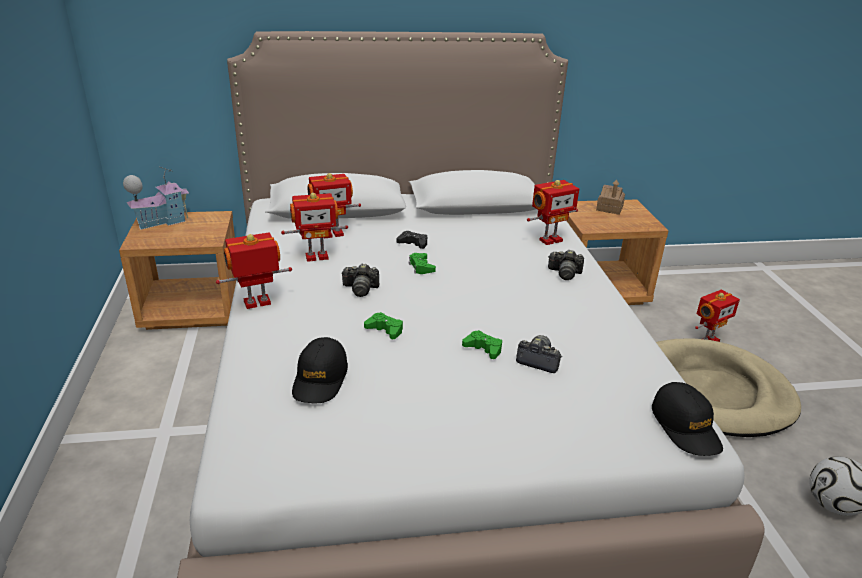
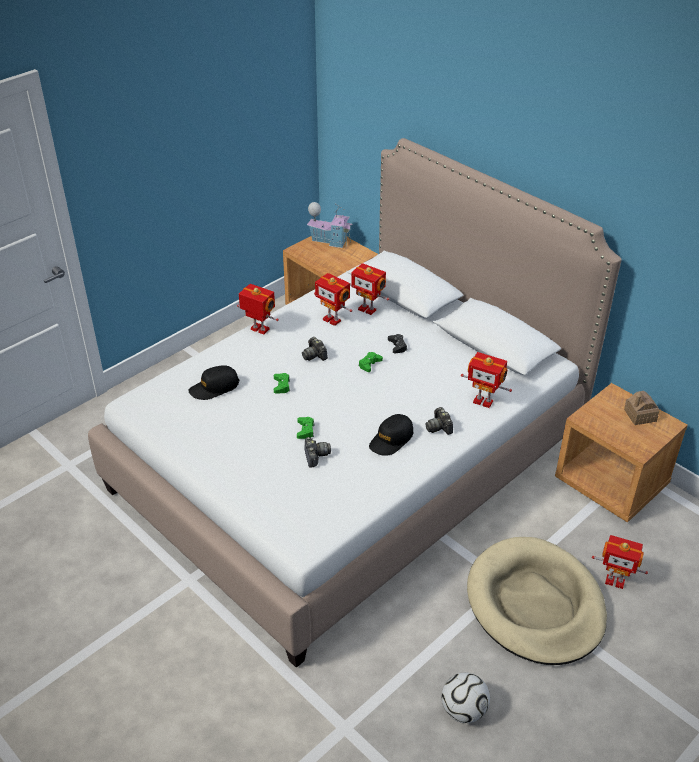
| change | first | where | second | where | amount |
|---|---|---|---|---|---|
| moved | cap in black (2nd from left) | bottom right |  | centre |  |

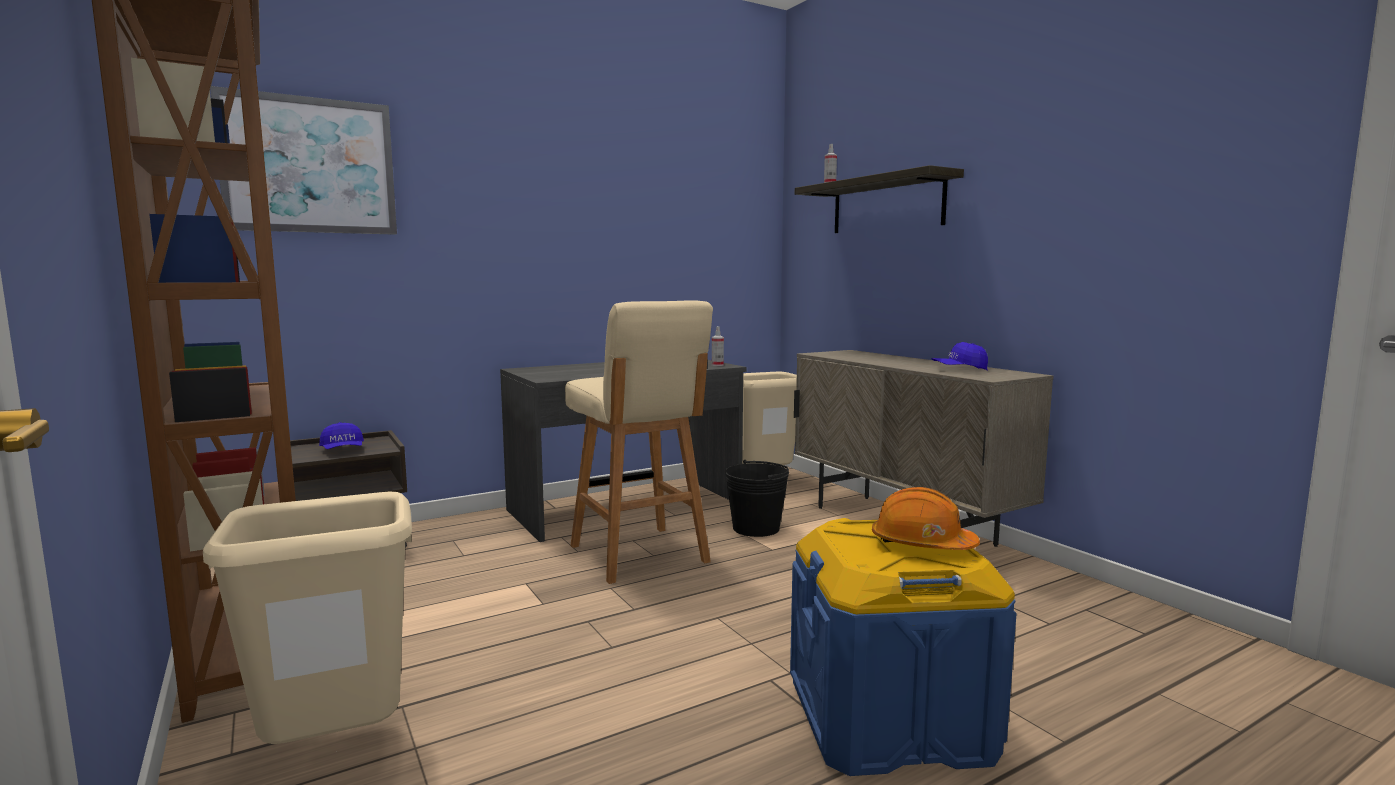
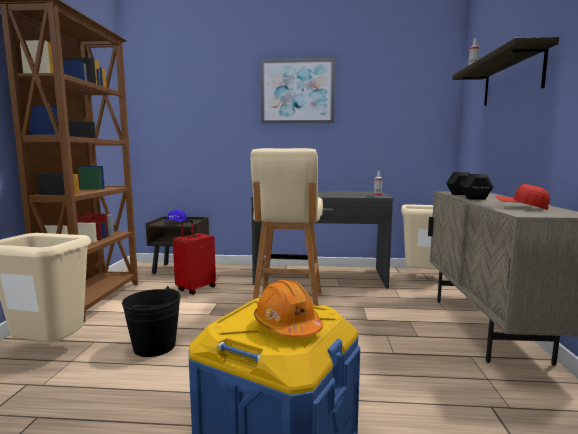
| change | first | where | second | where | amount |
|---|---|---|---|---|---|
| moved | picture | top left |  | top centre |  |
| moved | bucket in black | centre |  | bottom left |  |
| recoloured | cap in blue (2nd from left) | middle right | cap in red | middle right |  |
| added |  |  | suitcase in red | centre |  |
| added |  |  | dumbbell in black | middle right |  |

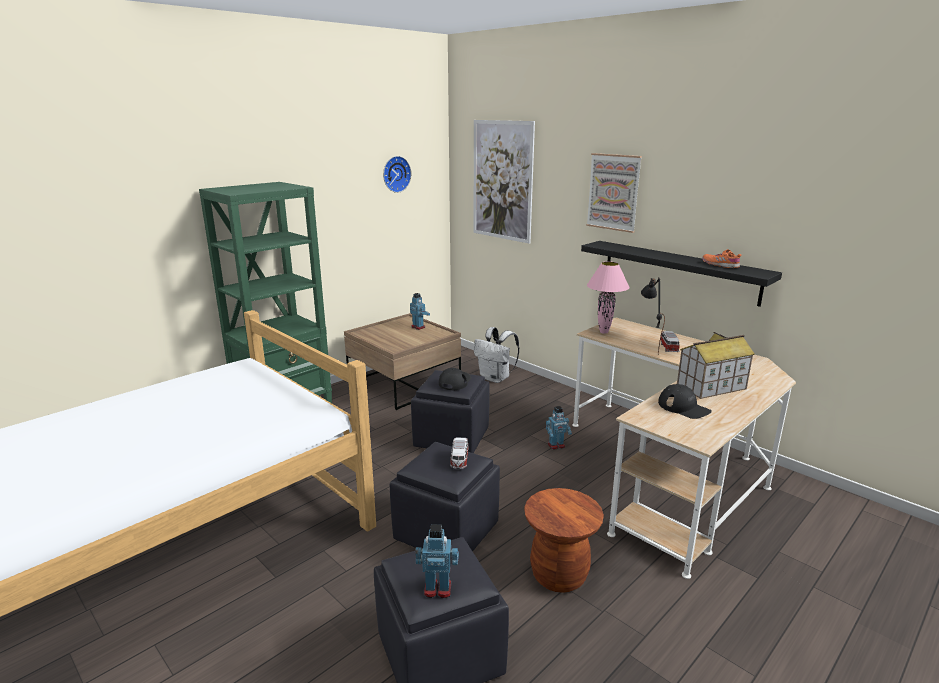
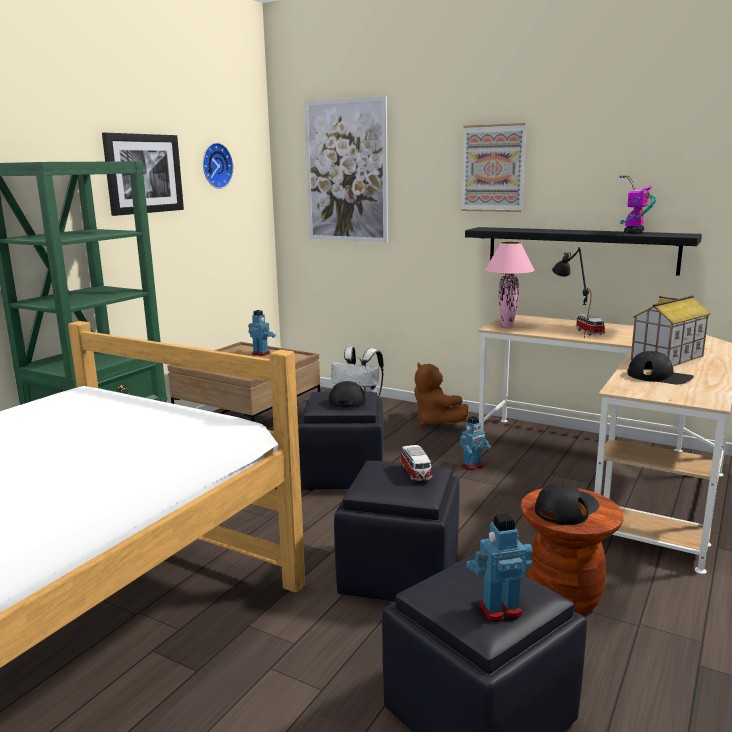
| change | first | where | second | where | amount |
|---|---|---|---|---|---|
| replaced | shoe in orange | middle right | toy robot (4th from left) | top right |  |
| added |  |  | picture (1st from left) | top left |  |
| added |  |  | plush toy in brown | centre |  |
| added |  |  | cap in black (2nd from left) | bottom right |  |

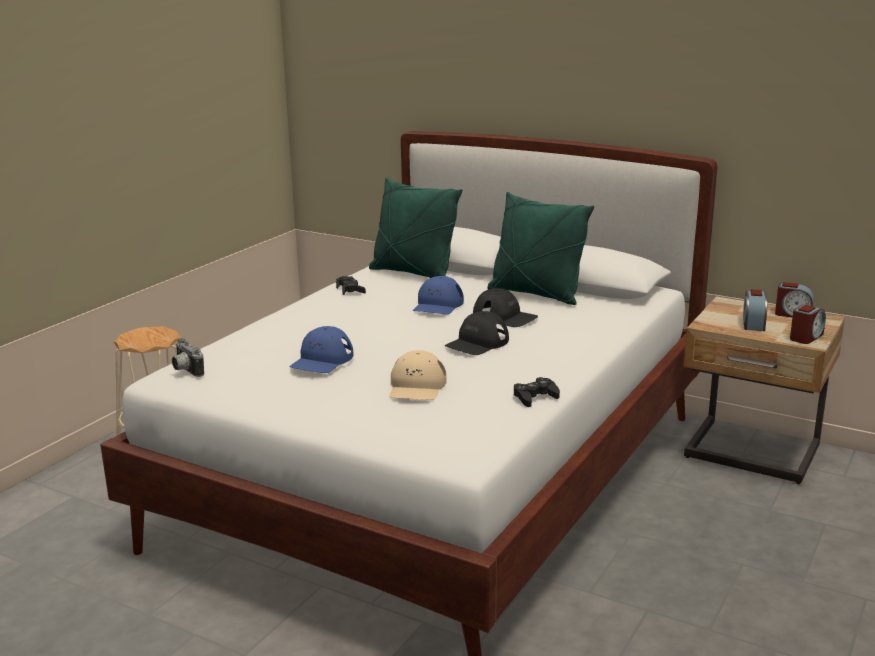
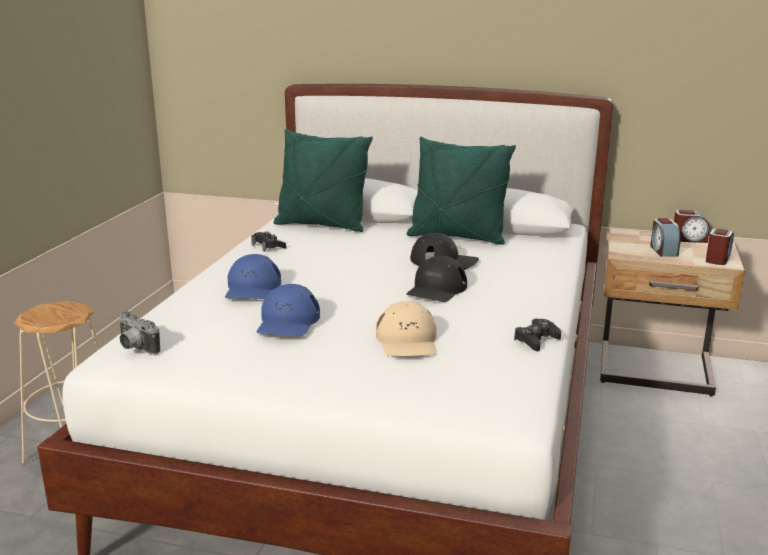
| change | first | where | second | where | amount |
|---|---|---|---|---|---|
| moved | cap in blue (2nd from left in the first image) | centre | cap in blue (1st from left) | middle left |  |

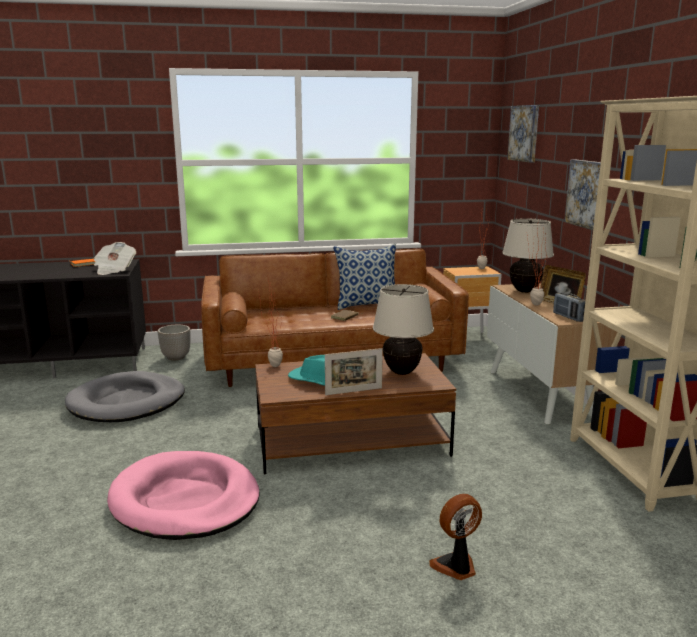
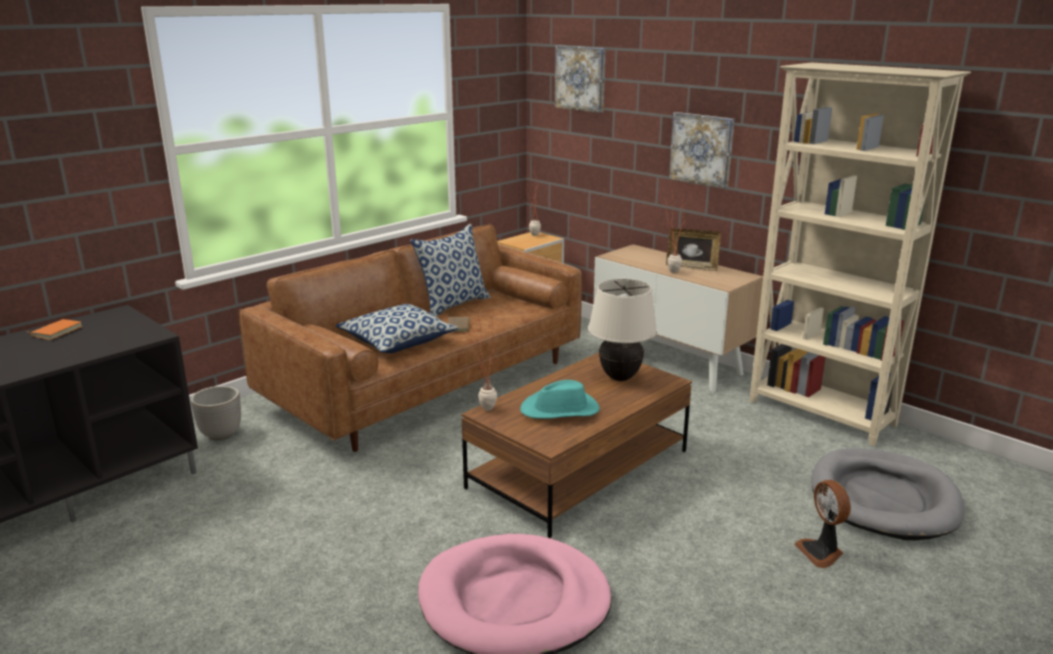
| change | first | where | second | where | amount |
|---|---|---|---|---|---|
| moved | dog bed in grey | middle left |  | bottom right |  |
| removed | newspaper | middle left |  |  |  |
| removed | picture frame (1st from left) | centre |  |  |  |
| turned | fan | bottom centre |  | bottom right | 45 degrees counterclockwise |
| removed | table lamp in beige (2nd from left) | middle right |  |  |  |
| removed | radio | middle right |  |  |  |
| added |  |  | pillow (1st from left) | centre |  |

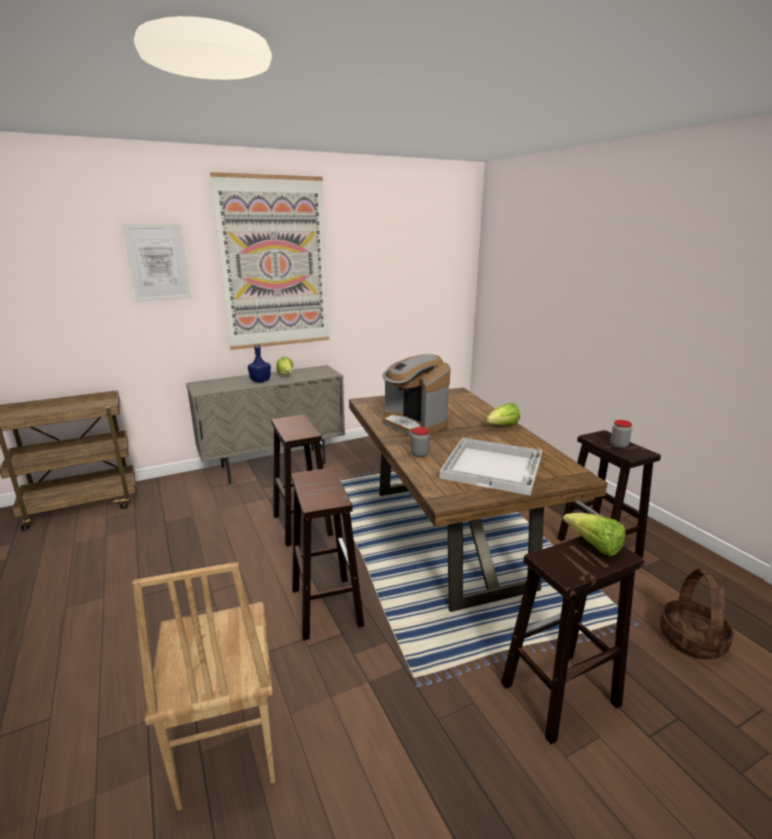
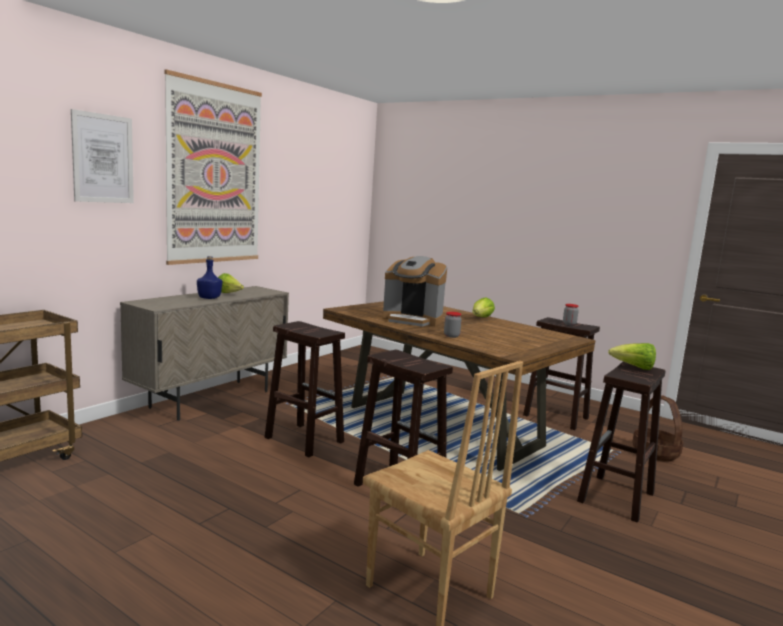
| change | first | where | second | where | amount |
|---|---|---|---|---|---|
| removed | tray in white | centre |  |  |  |

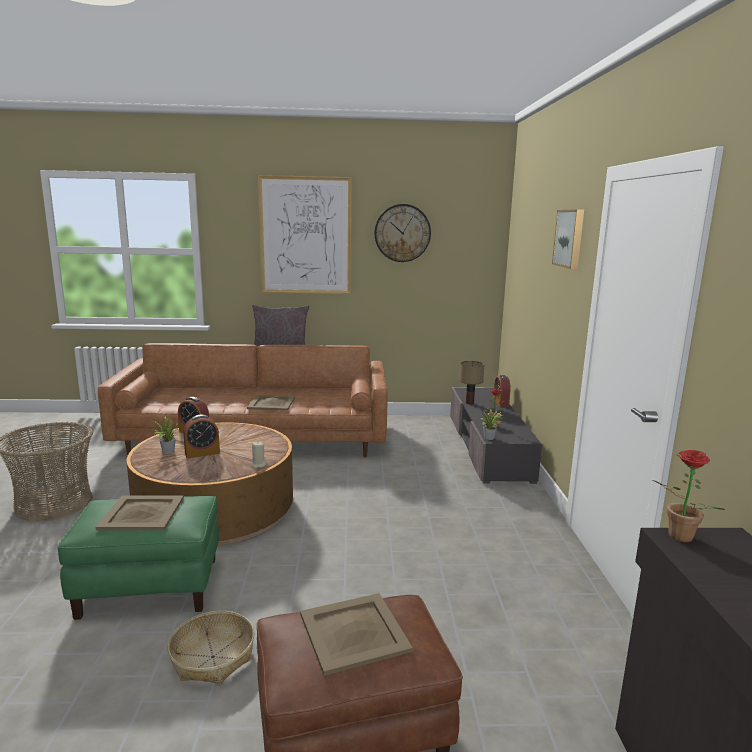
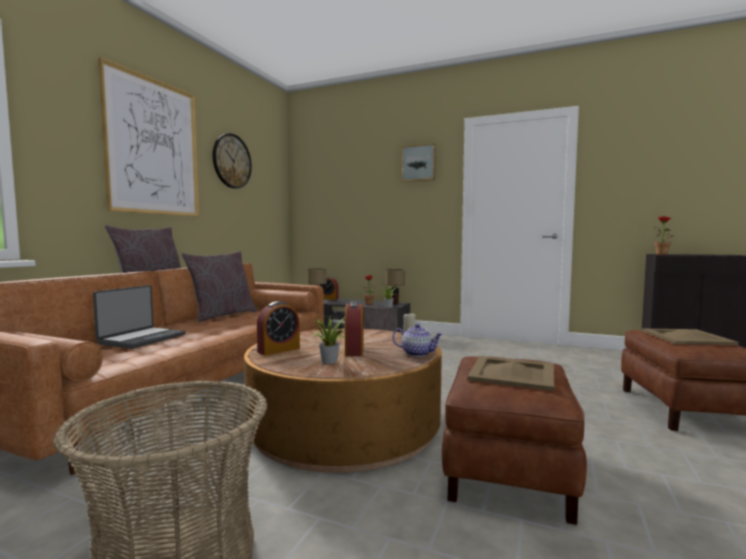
| change | first | where | second | where | amount |
|---|---|---|---|---|---|
| recoloured | ottoman in green | bottom left | ottoman in brown (1st from left) | bottom right |  |
| removed | basket (2nd from left) | bottom left |  |  |  |
| removed | tray in beige (2nd from left) | centre |  |  |  |
| added |  |  | laptop | middle left |  |
| added |  |  | pillow in grey (2nd from left) | middle left |  |
| added |  |  | table lamp (2nd from left) | centre |  |
| added |  |  | teapot | centre |  |

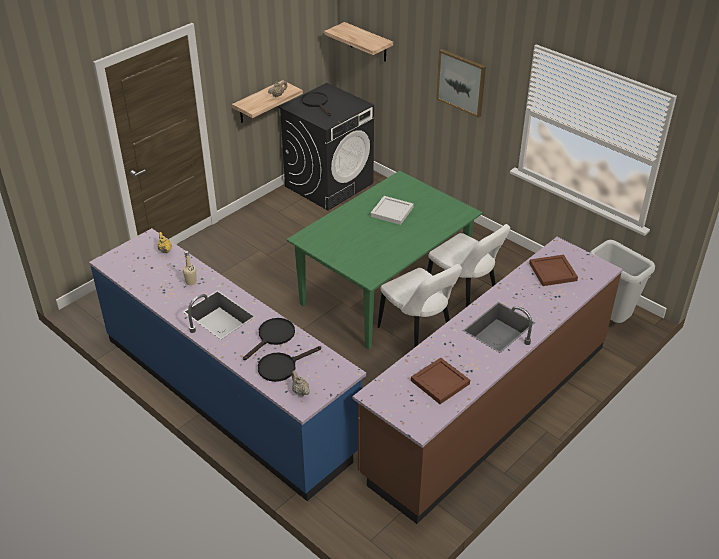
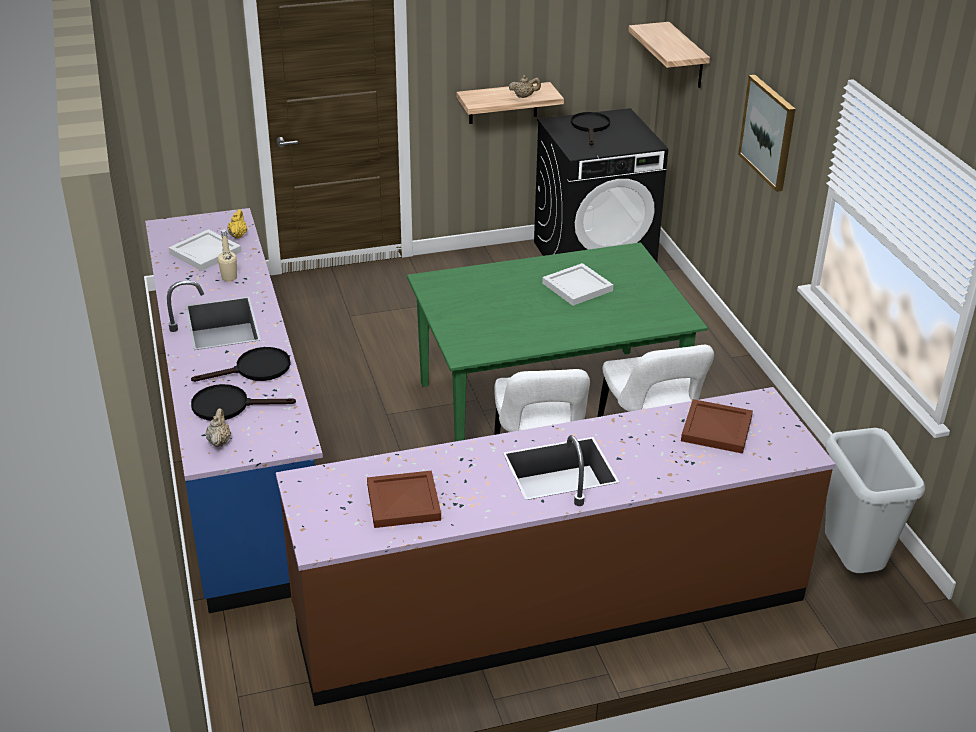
| change | first | where | second | where | amount |
|---|---|---|---|---|---|
| added |  |  | tray in white (1st from left) | middle left |  |

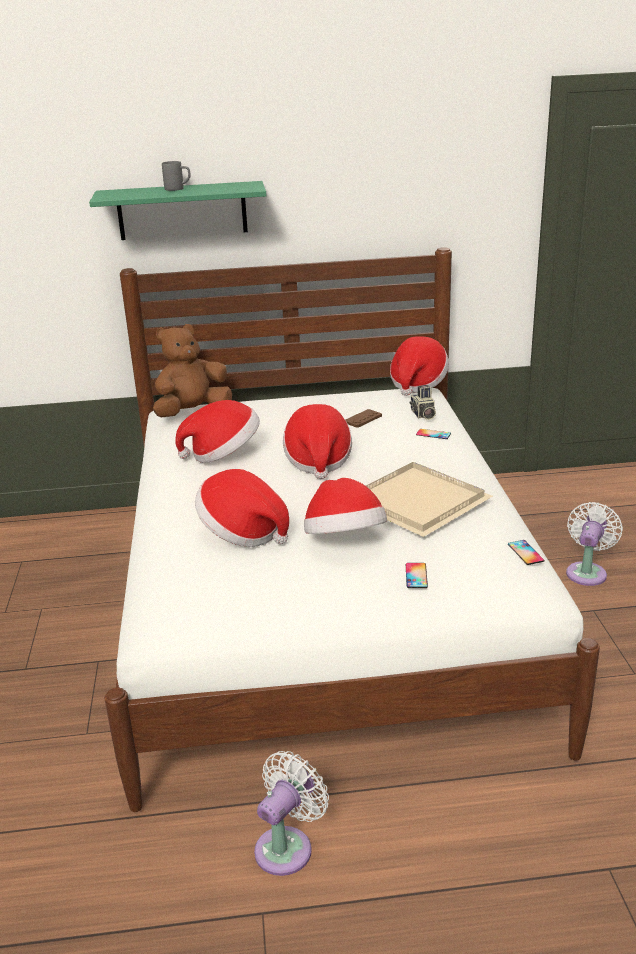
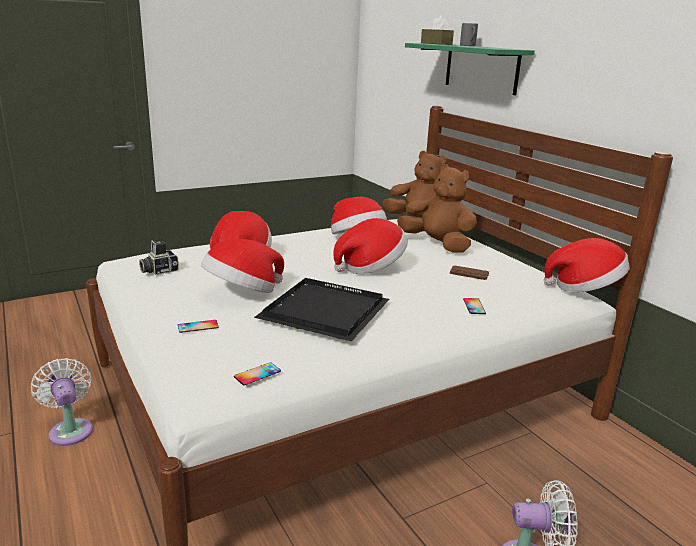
| change | first | where | second | where | amount |
|---|---|---|---|---|---|
| turned | fan in white (1st from left) | bottom centre |  | bottom left | 135 degrees counterclockwise |
| recoloured | tray in beige | middle right | tray in black | centre |  |
| moved | photo camera | centre |  | middle left |  |
| added |  |  | plush toy in brown (2nd from left) | centre |  |
| added |  |  | tissue box in brown | top centre |  |

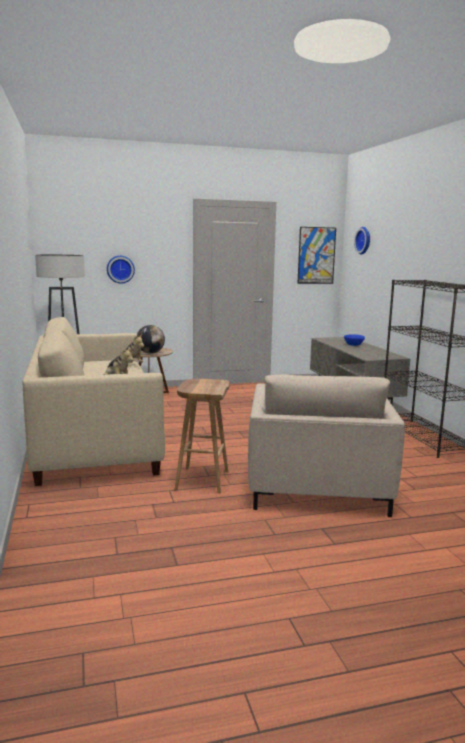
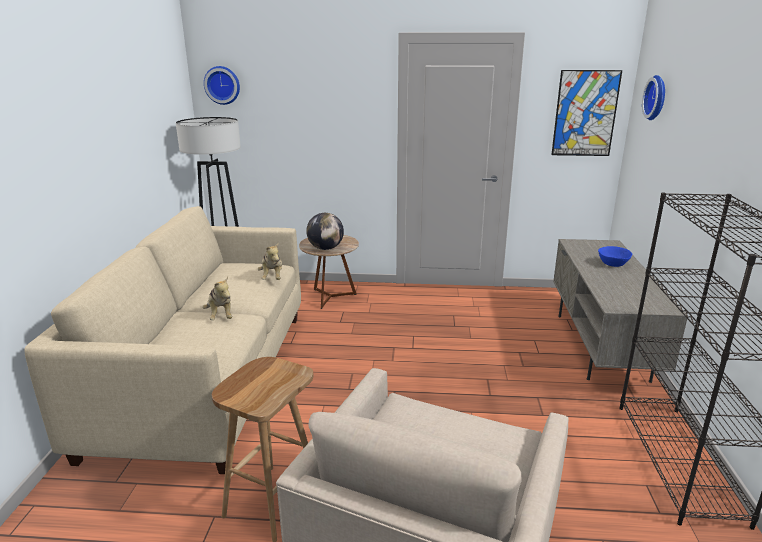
| change | first | where | second | where | amount |
|---|---|---|---|---|---|
| moved | wall clock (1st from left) | middle left |  | top left |  |

